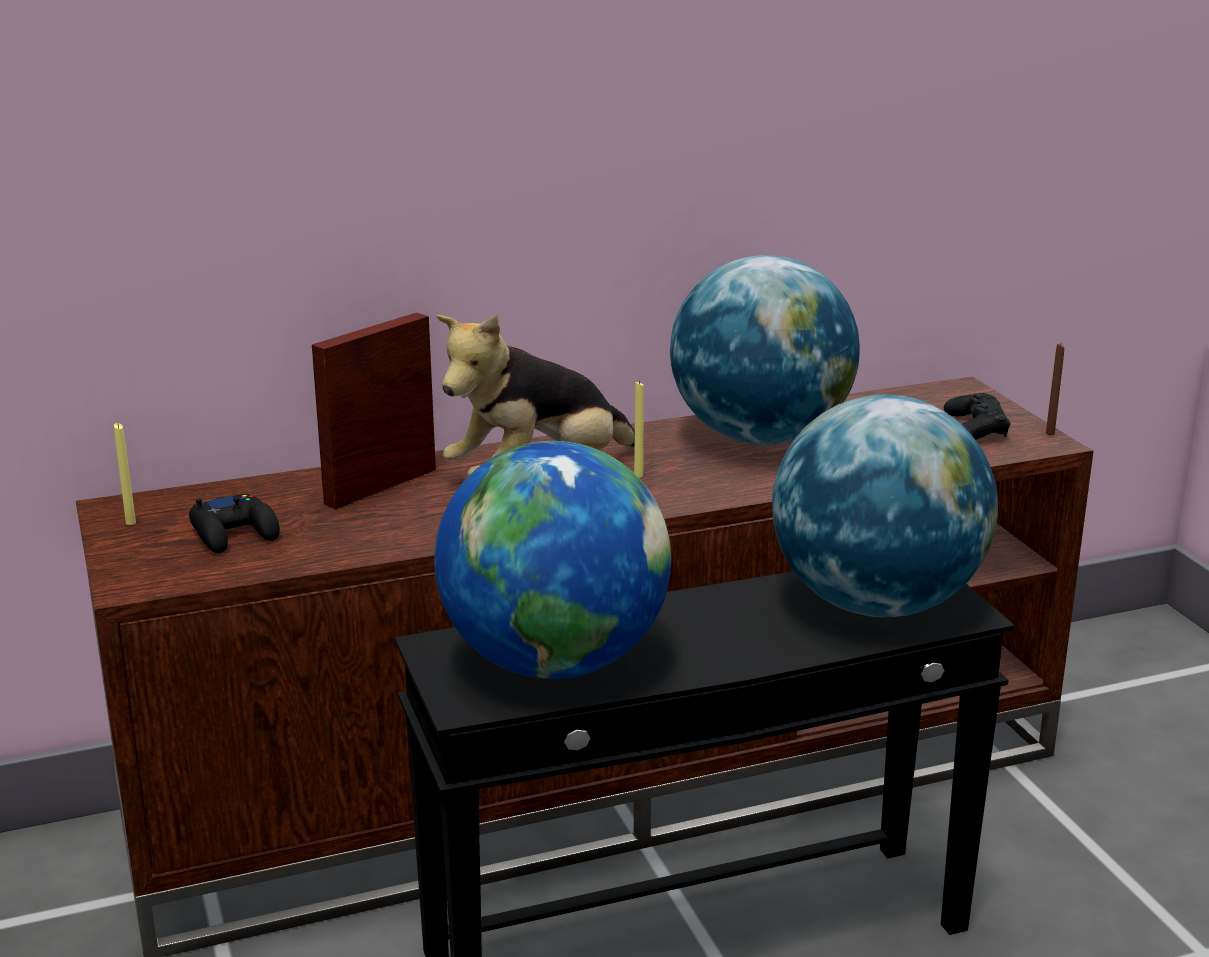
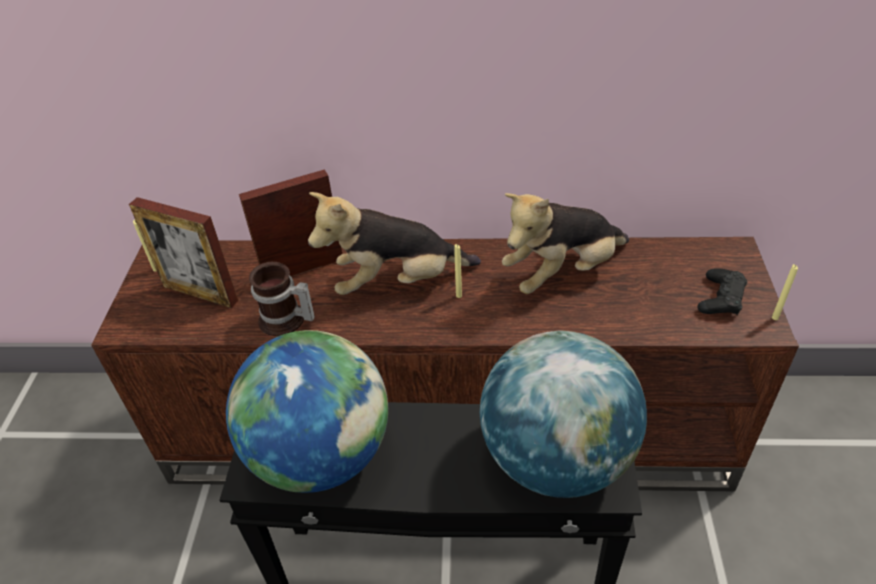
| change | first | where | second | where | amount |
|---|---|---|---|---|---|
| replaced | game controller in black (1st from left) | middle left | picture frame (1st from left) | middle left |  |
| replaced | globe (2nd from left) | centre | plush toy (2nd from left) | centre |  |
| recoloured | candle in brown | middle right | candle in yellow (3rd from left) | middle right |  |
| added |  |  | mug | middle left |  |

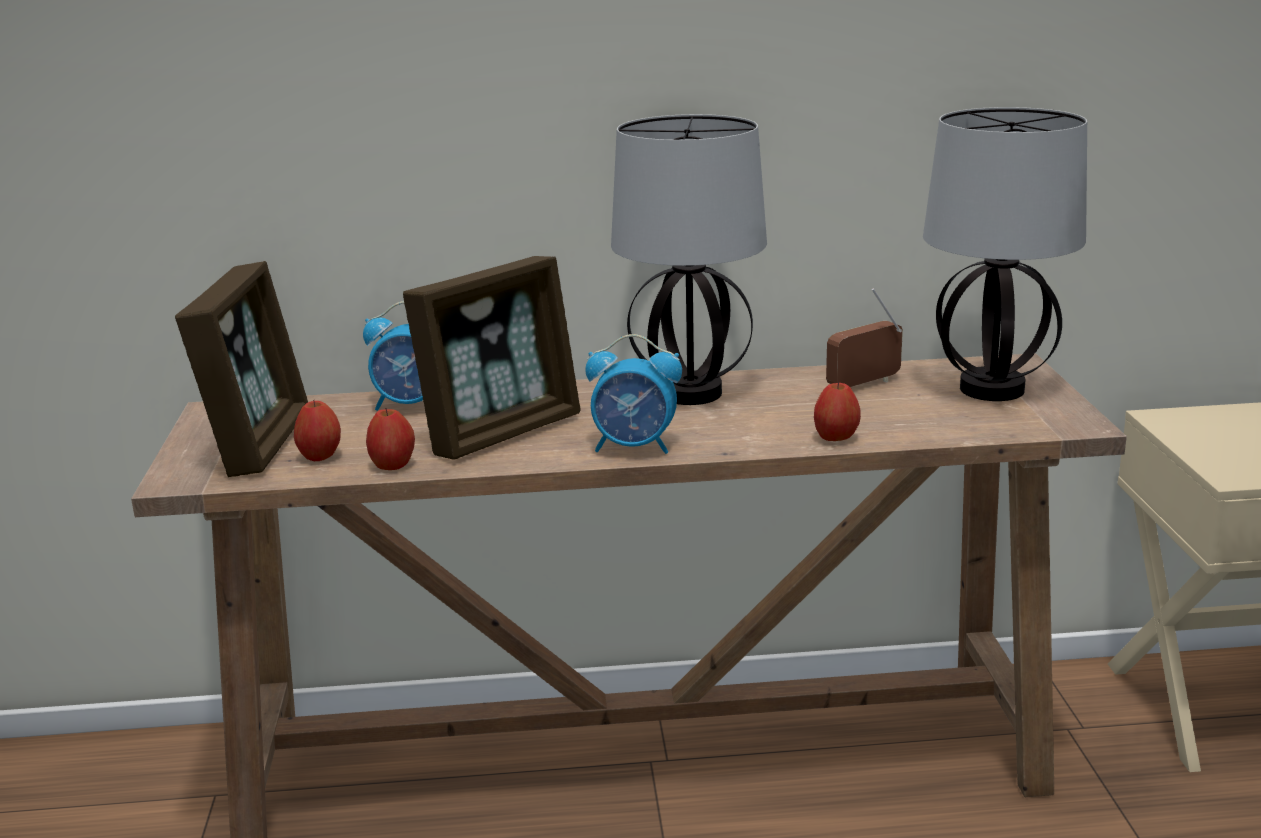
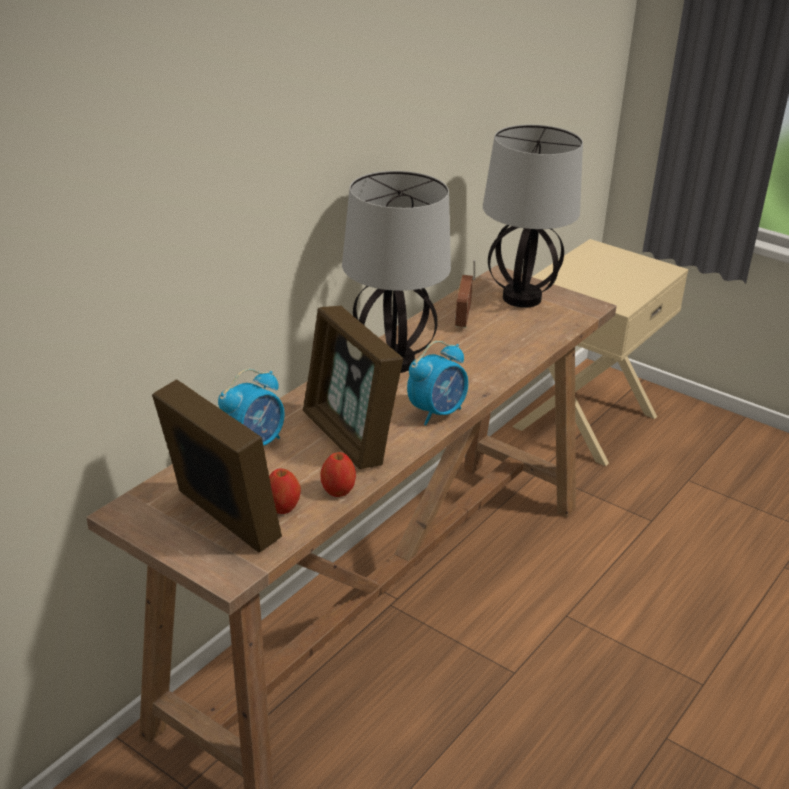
| change | first | where | second | where | amount |
|---|---|---|---|---|---|
| turned | picture frame (2nd from left) | centre |  | centre | 150 degrees clockwise |
| removed | apple (3rd from left) | centre |  |  |  |

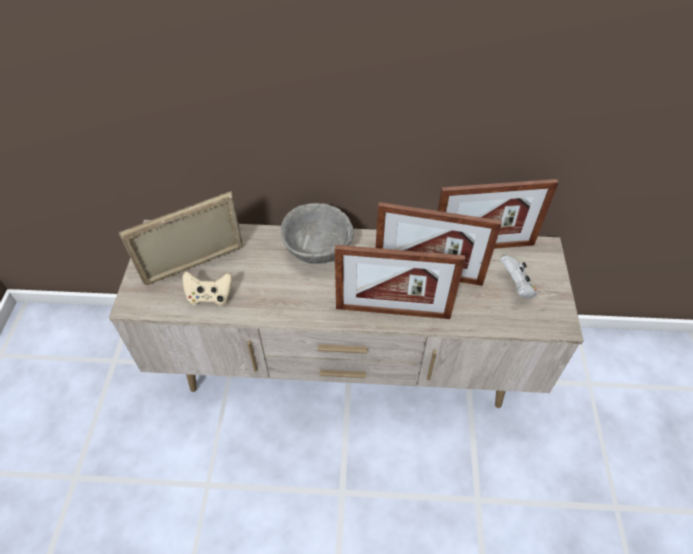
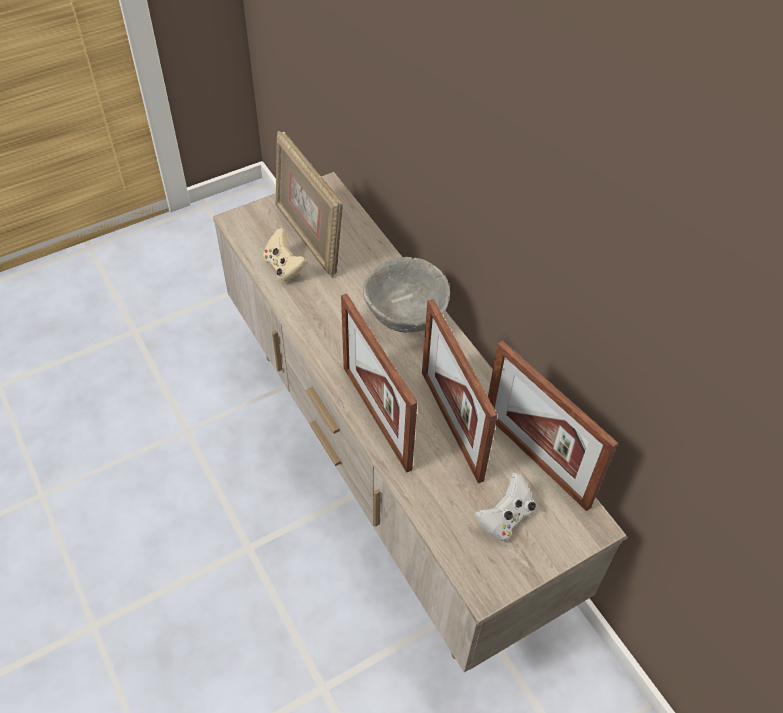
| change | first | where | second | where | amount |
|---|---|---|---|---|---|
| turned | picture frame (1st from left) | middle left |  | top centre | 150 degrees counterclockwise |

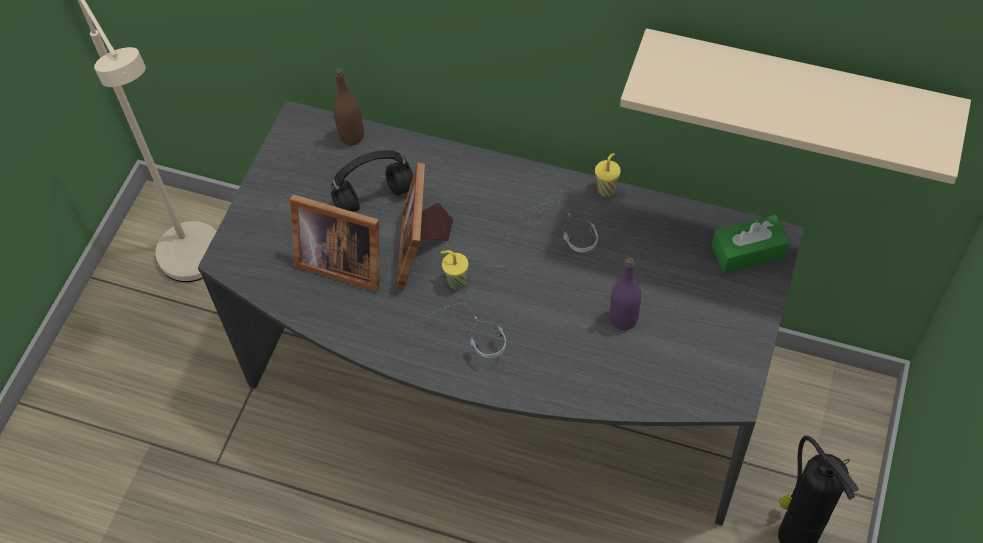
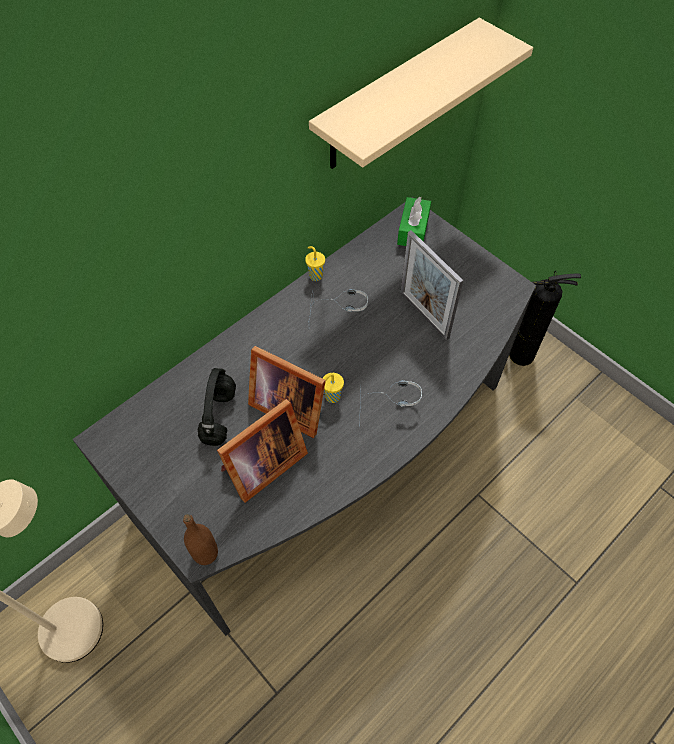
| change | first | where | second | where | amount |
|---|---|---|---|---|---|
| moved | bottle in brown | top centre |  | bottom left |  |
| replaced | bottle in purple | centre | picture frame (3rd from left) | centre |  |

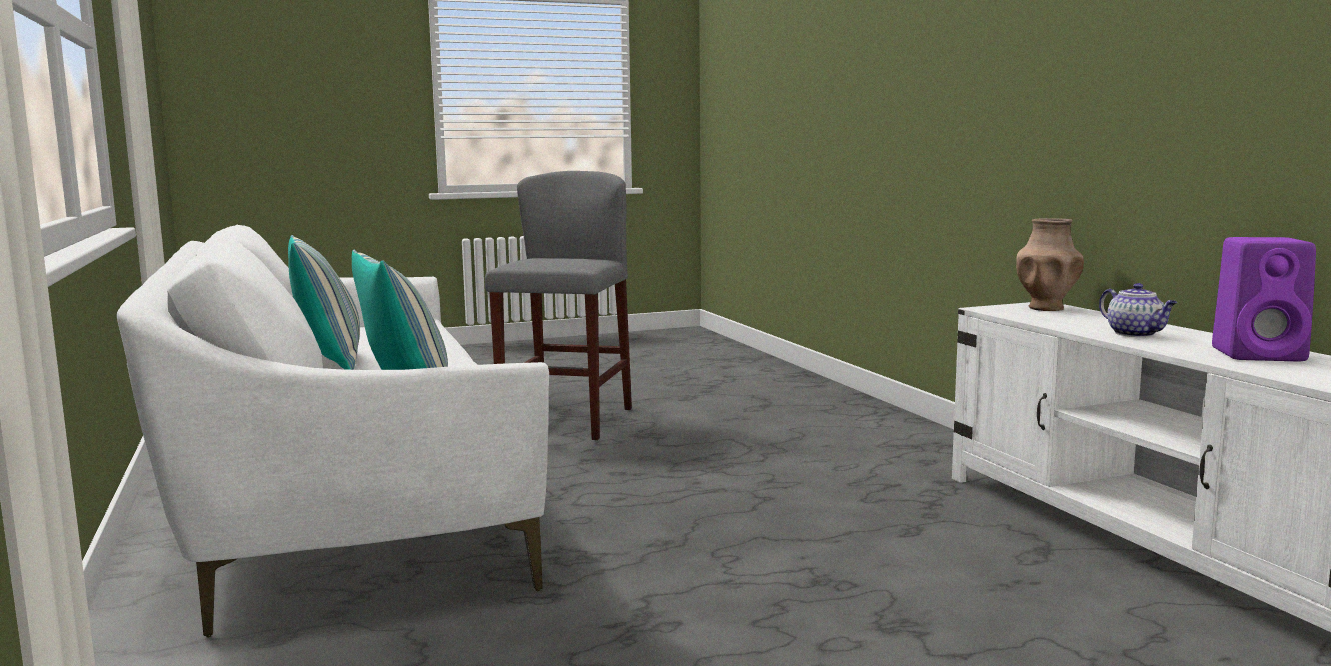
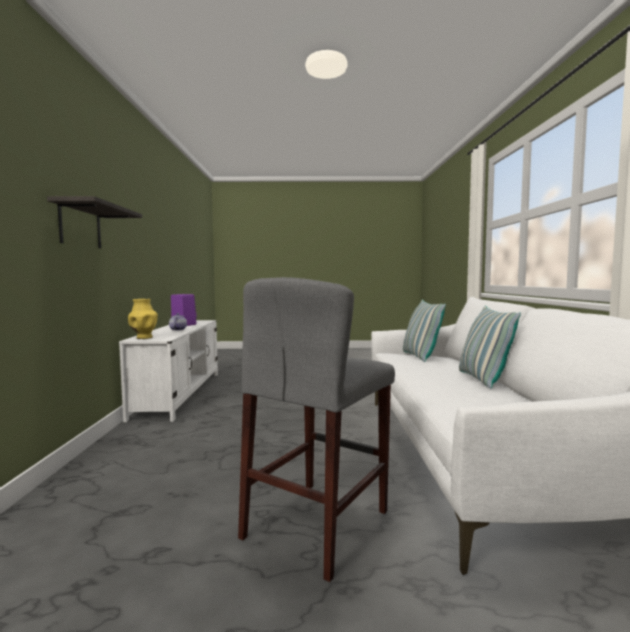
| change | first | where | second | where | amount |
|---|---|---|---|---|---|
| recoloured | vase in brown | middle right | vase in yellow | middle left |  |
| added |  |  | shelf | middle left |  |

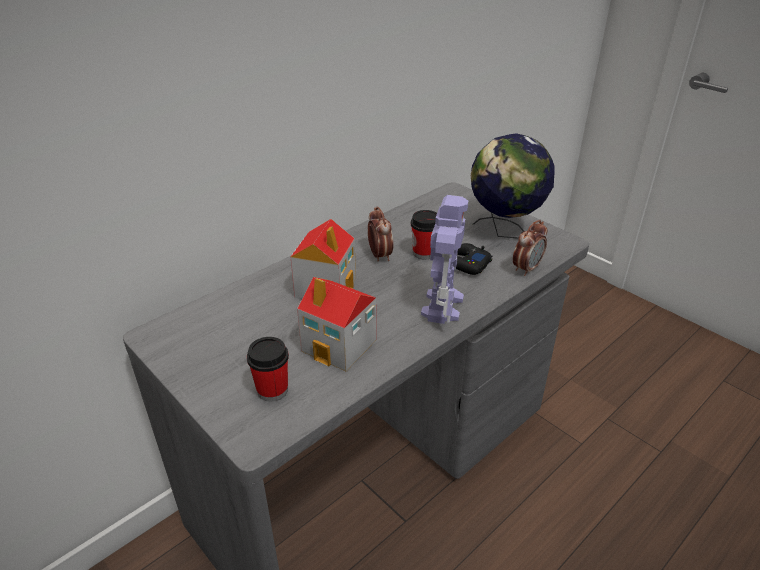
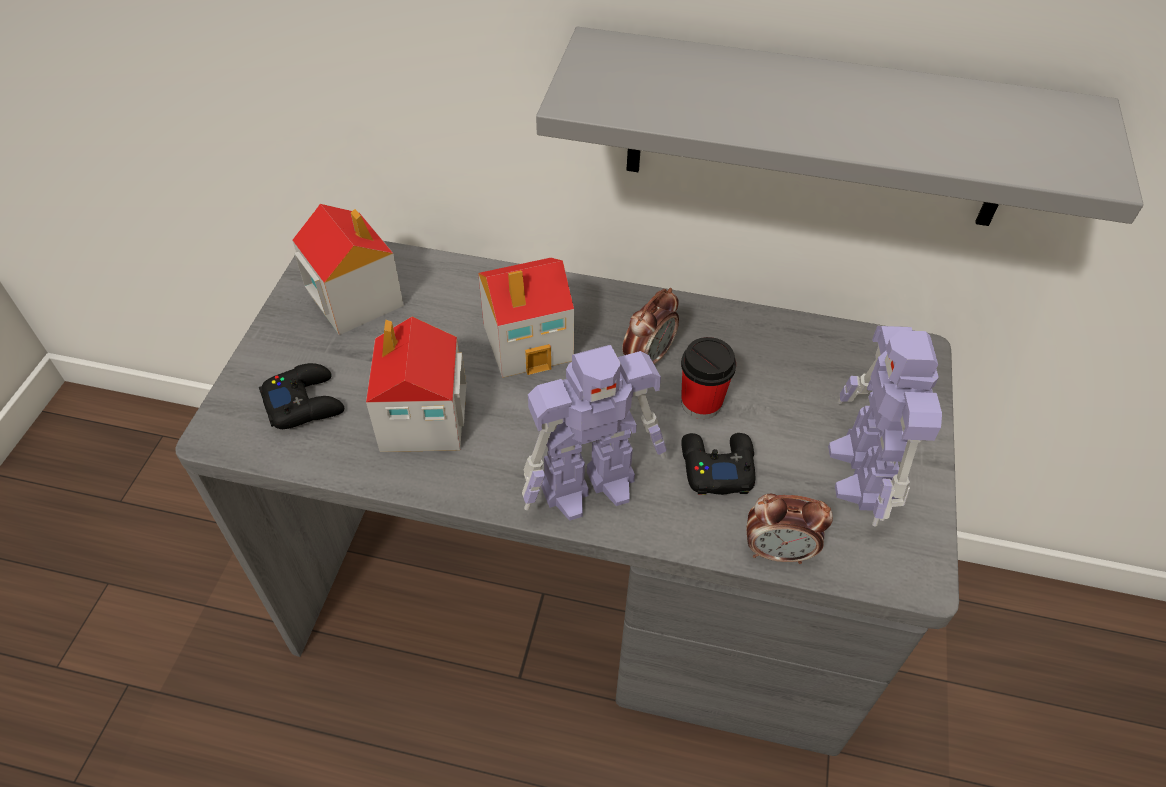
| change | first | where | second | where | amount |
|---|---|---|---|---|---|
| replaced | cup (1st from left) | centre | game controller in black (1st from left) | middle left |  |
| replaced | globe | top right | toy robot (2nd from left) | middle right |  |
| added |  |  | toy house (1st from left) | middle left |  |
| added |  |  | shelf in grey | top right |  |

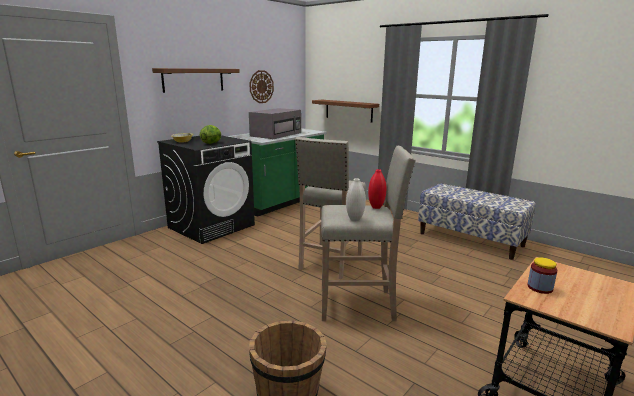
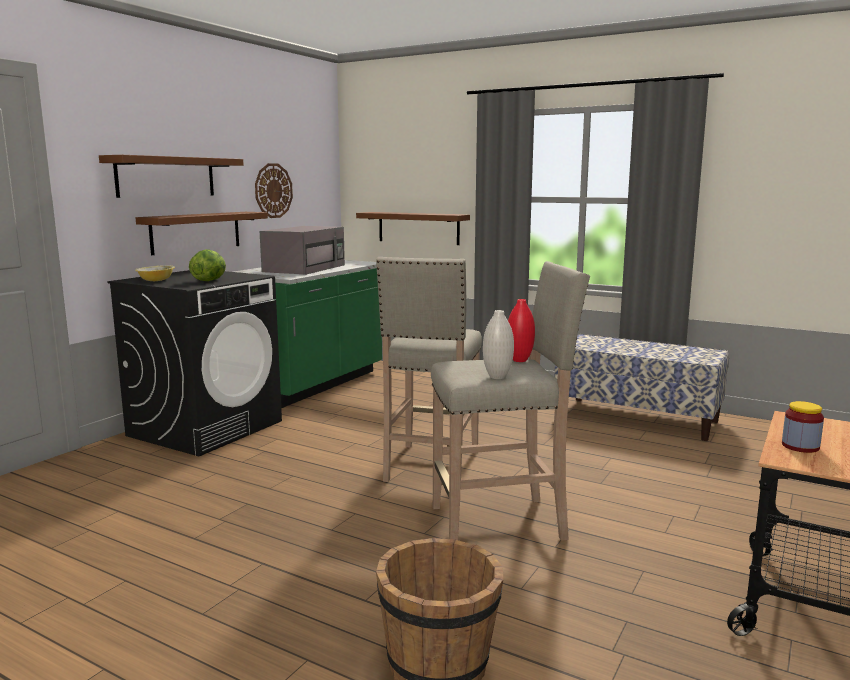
| change | first | where | second | where | amount |
|---|---|---|---|---|---|
| added |  |  | shelf in brown (2nd from left) | middle left |  |

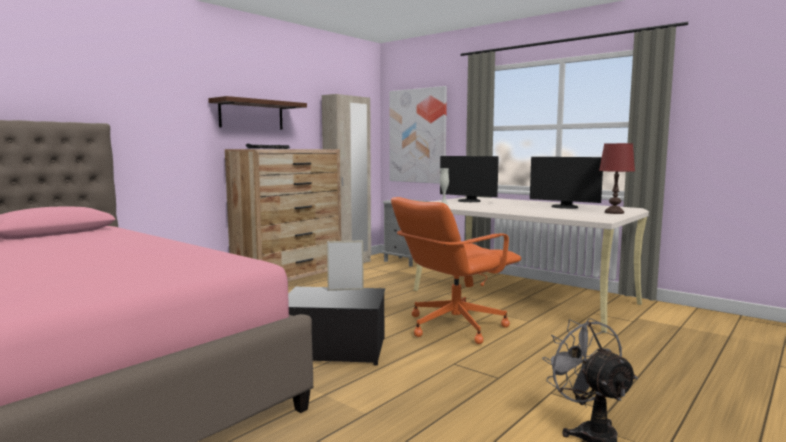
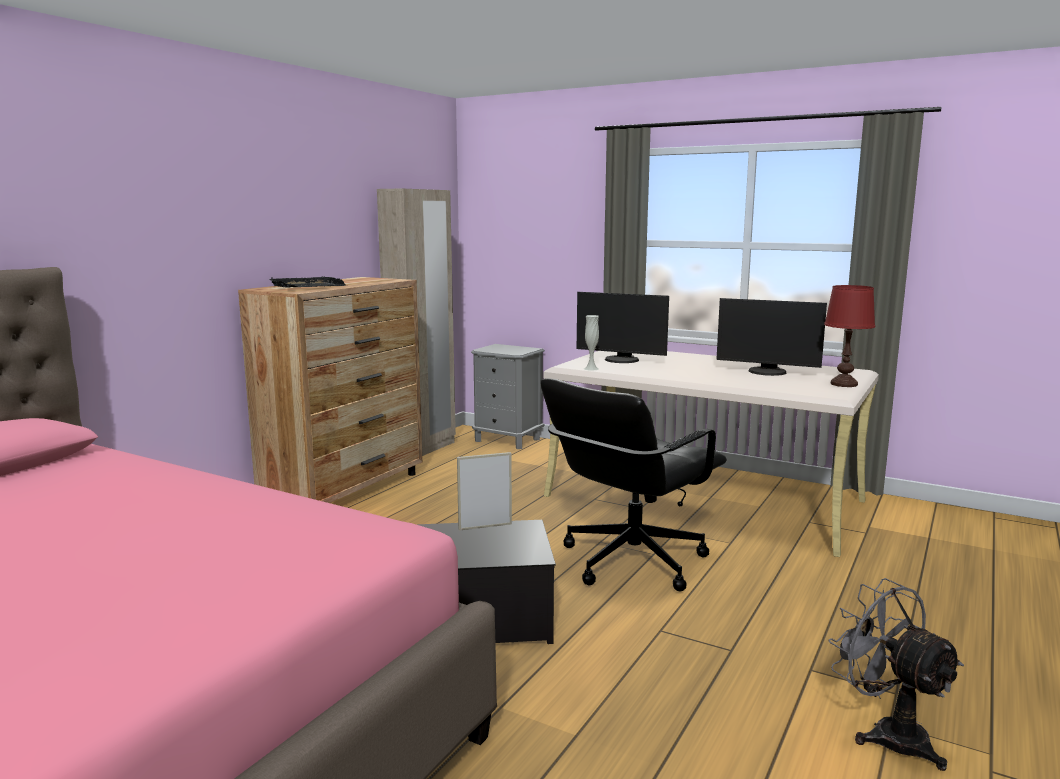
| change | first | where | second | where | amount |
|---|---|---|---|---|---|
| removed | shelf in brown | top left |  |  |  |
| removed | picture | top centre |  |  |  |
| recoloured | office chair in orange | centre | office chair in black | centre |  |

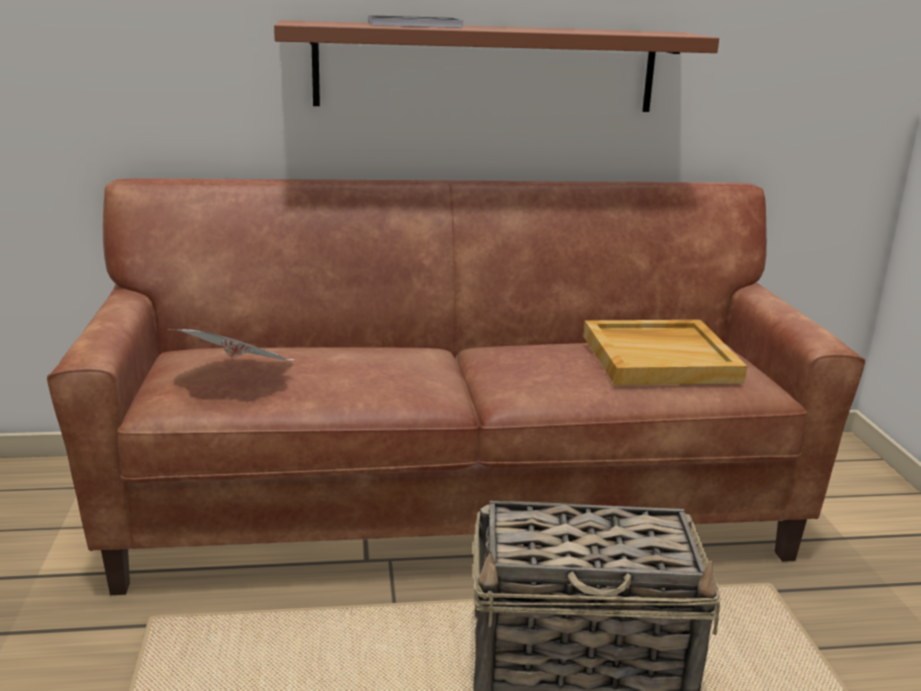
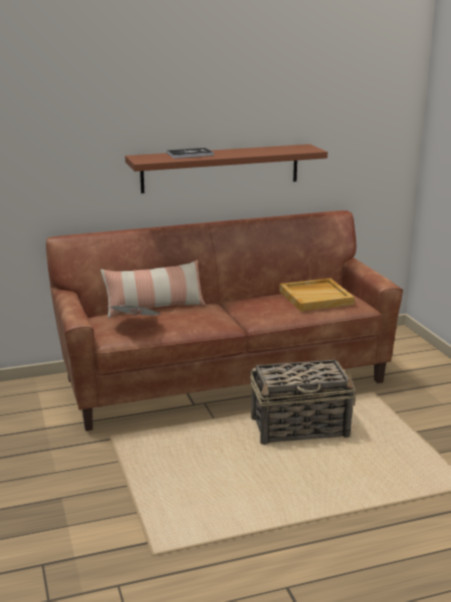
| change | first | where | second | where | amount |
|---|---|---|---|---|---|
| added |  |  | pillow | centre |  |

